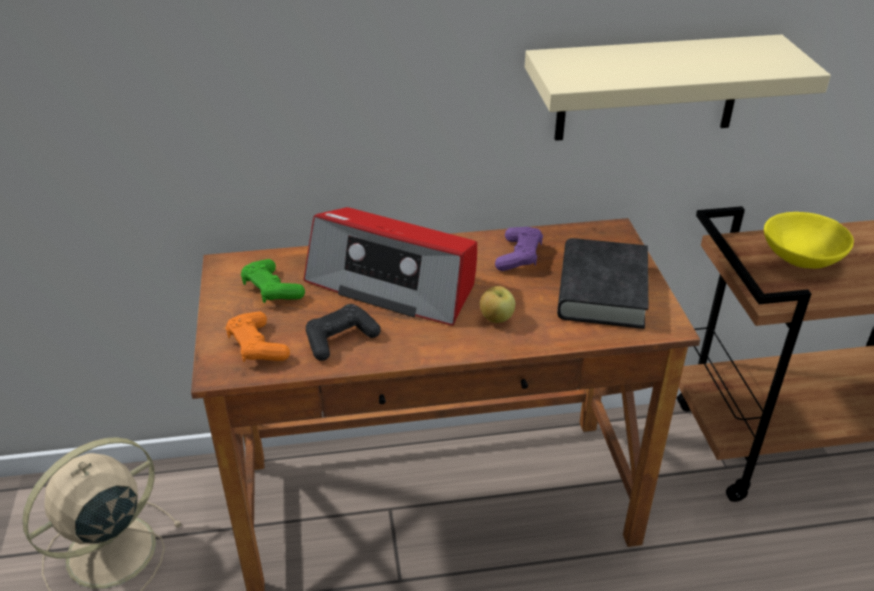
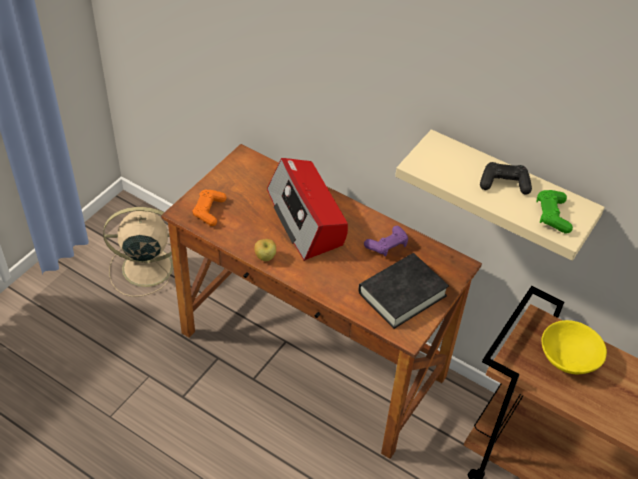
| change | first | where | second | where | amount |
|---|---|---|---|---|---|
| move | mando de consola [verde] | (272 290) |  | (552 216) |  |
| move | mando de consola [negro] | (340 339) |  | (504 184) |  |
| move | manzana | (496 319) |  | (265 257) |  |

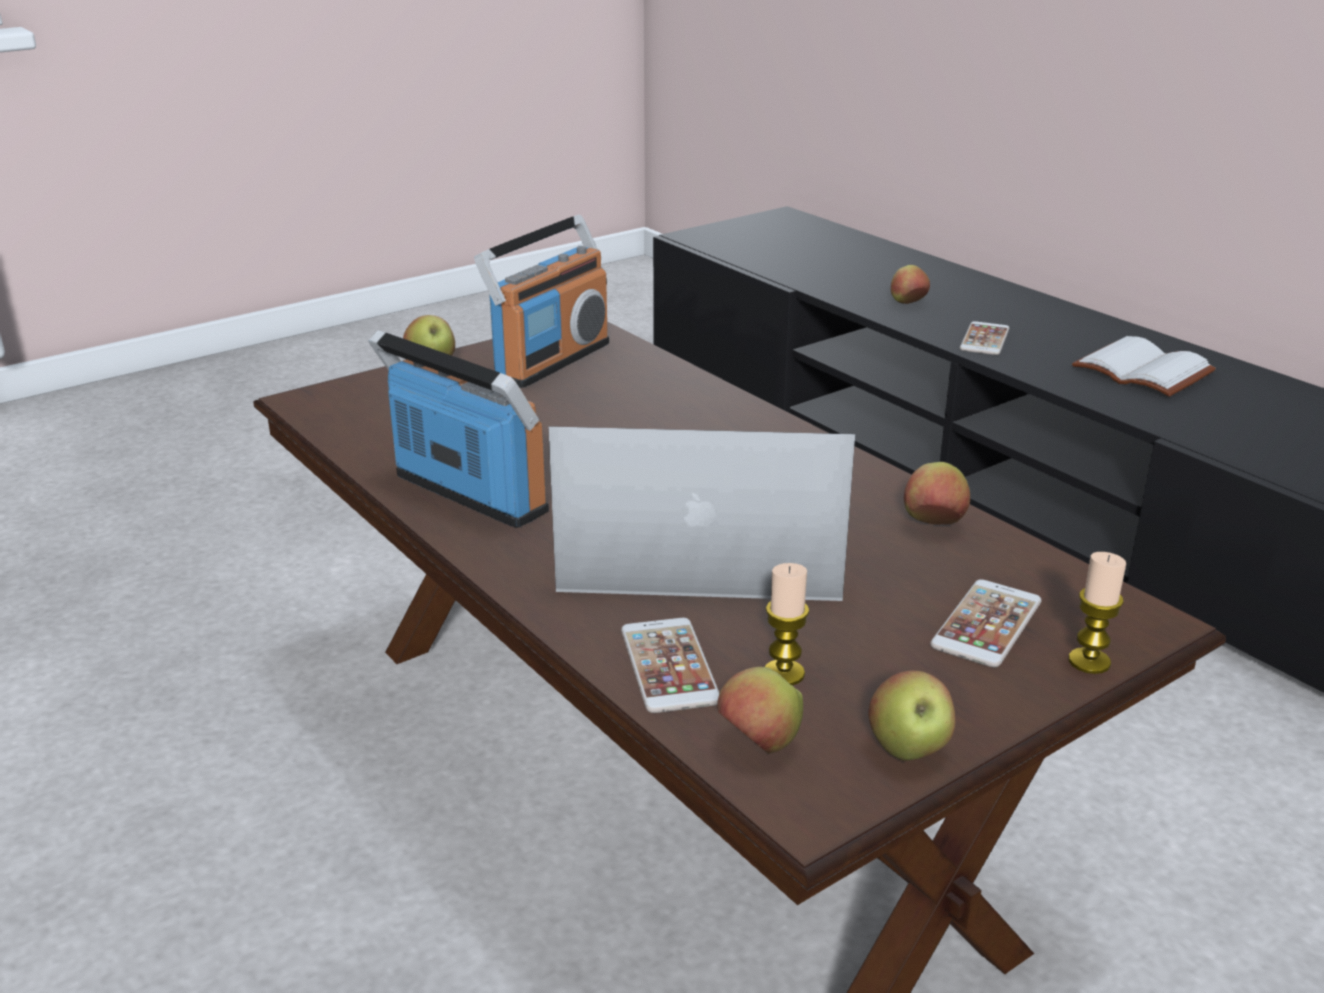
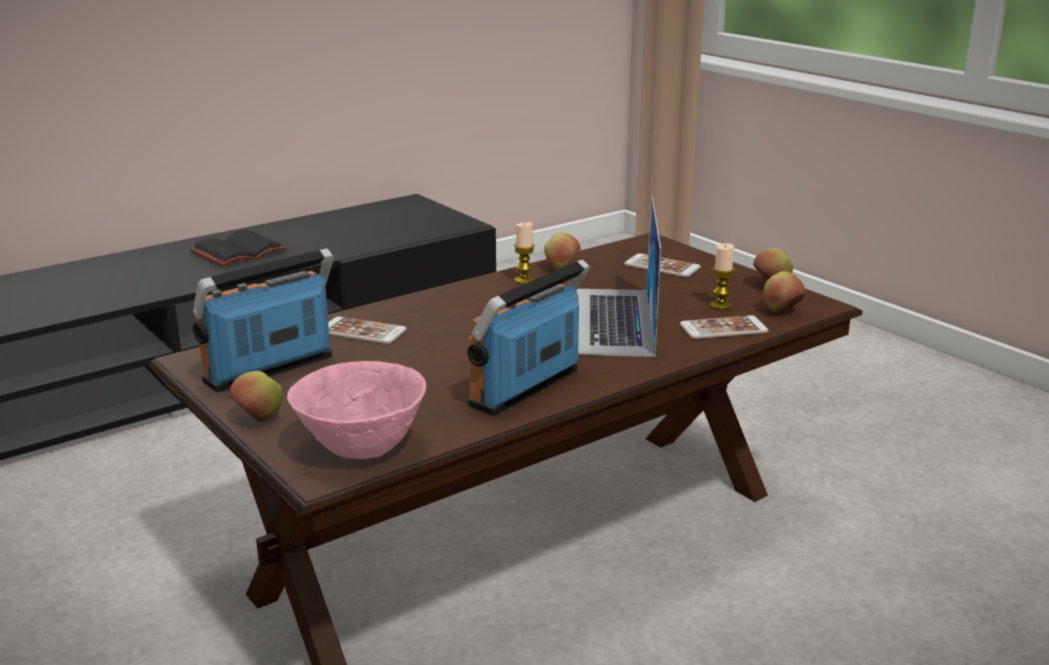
| change | first | where | second | where | amount |
|---|---|---|---|---|---|
| rotate | radio | (551 361) |  | (270 370) | 75 degrees counterclockwise |
| delete | manzana | (908 303) |  |  |  |
| move | móvil | (984 339) |  | (362 331) |  |
| move | vela | (1089 661) |  | (524 280) |  |
| recolor | libro [blanco] | (1139 371) | libro [negro] | (239 253) |  |
| insert |  |  | cuenco [rosa] | (360 449) |  |

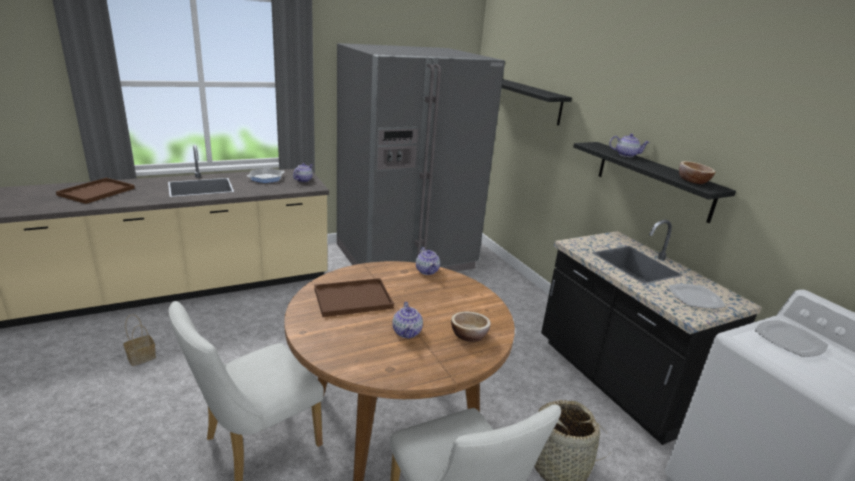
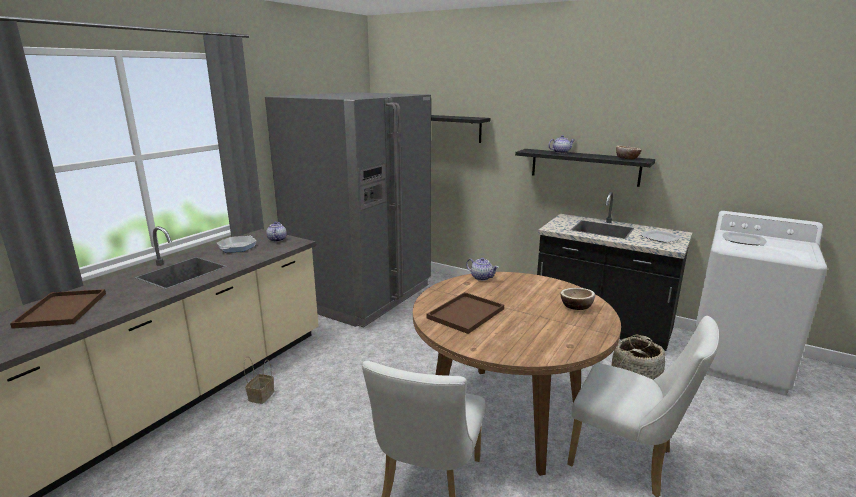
| change | first | where | second | where | amount |
|---|---|---|---|---|---|
| move | cesta | (142 357) |  | (261 395) |  |
| delete | tetera | (407 332) |  |  |  |

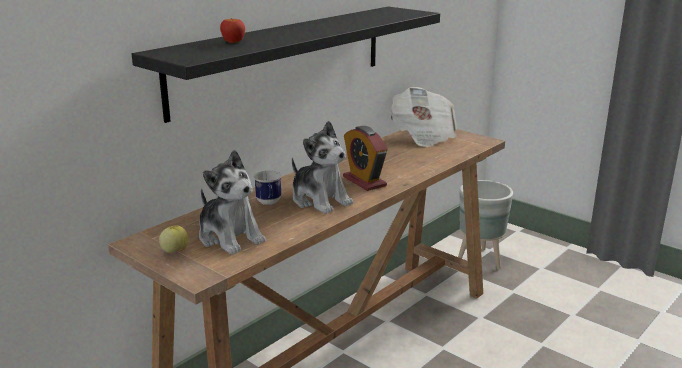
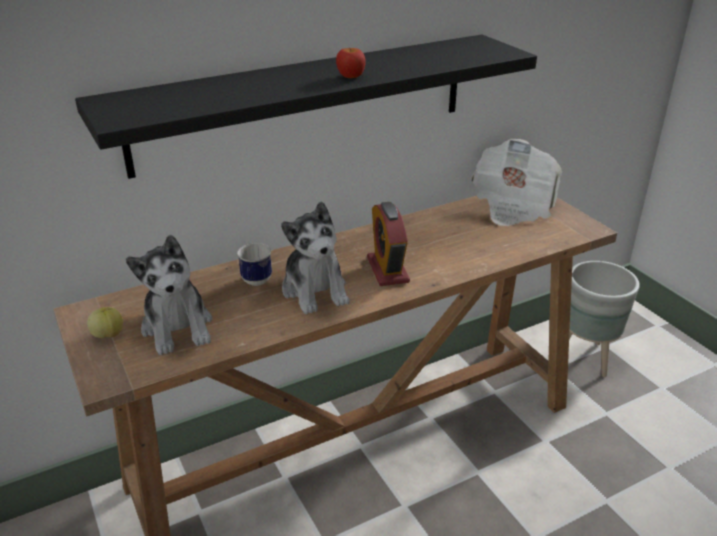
| change | first | where | second | where | amount |
|---|---|---|---|---|---|
| move | manzana | (233 42) |  | (350 76) |  |

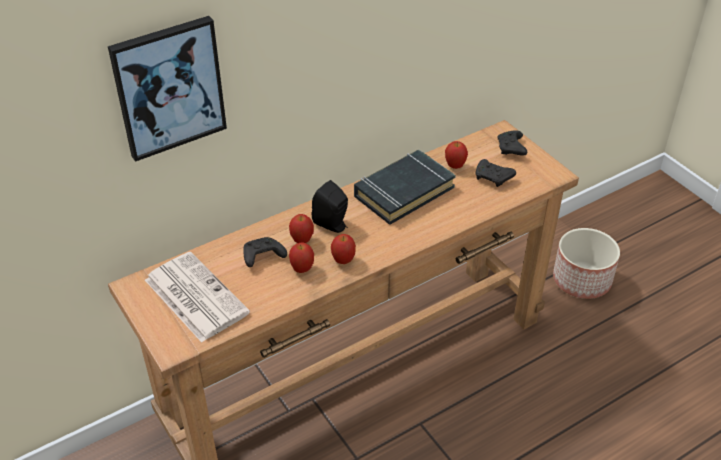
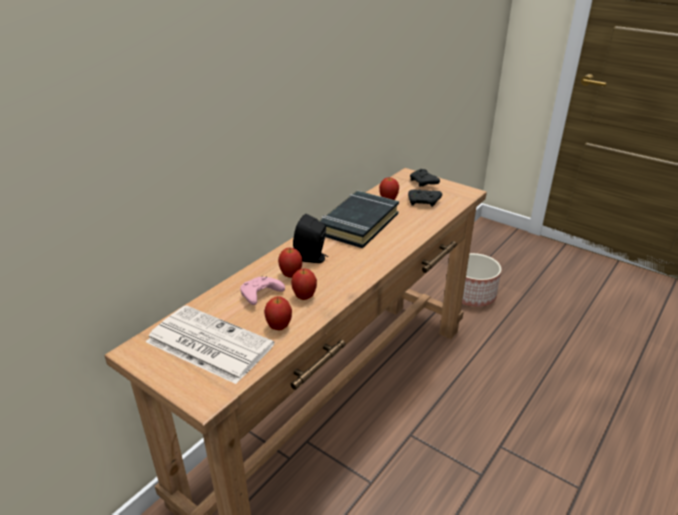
| change | first | where | second | where | amount |
|---|---|---|---|---|---|
| delete | cuadro | (169 87) |  |  |  |
| recolor | mando de consola [negro] | (262 257) | mando de consola [rosa] | (260 296) |  |
| move | manzana | (343 260) |  | (279 327) |  |

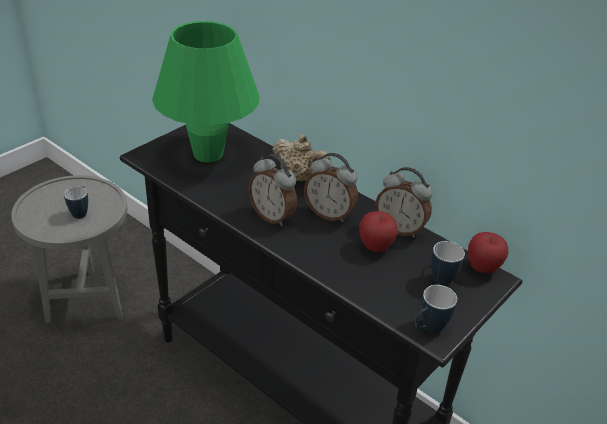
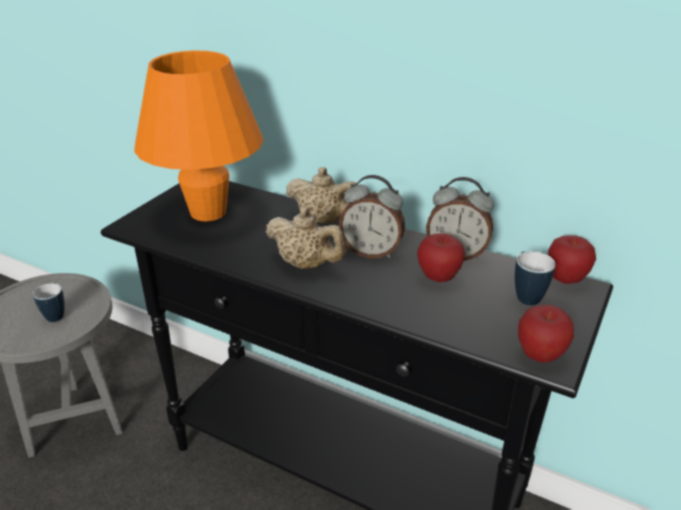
| change | first | where | second | where | amount |
|---|---|---|---|---|---|
| recolor | lámpara de mesa [verde] | (208 154) | lámpara de mesa [naranja] | (208 212) |  |
| replace | despertador | (272 216) | tetera [beis] | (307 265) |  |
| replace | taza grande | (428 329) | manzana | (540 355) |  |

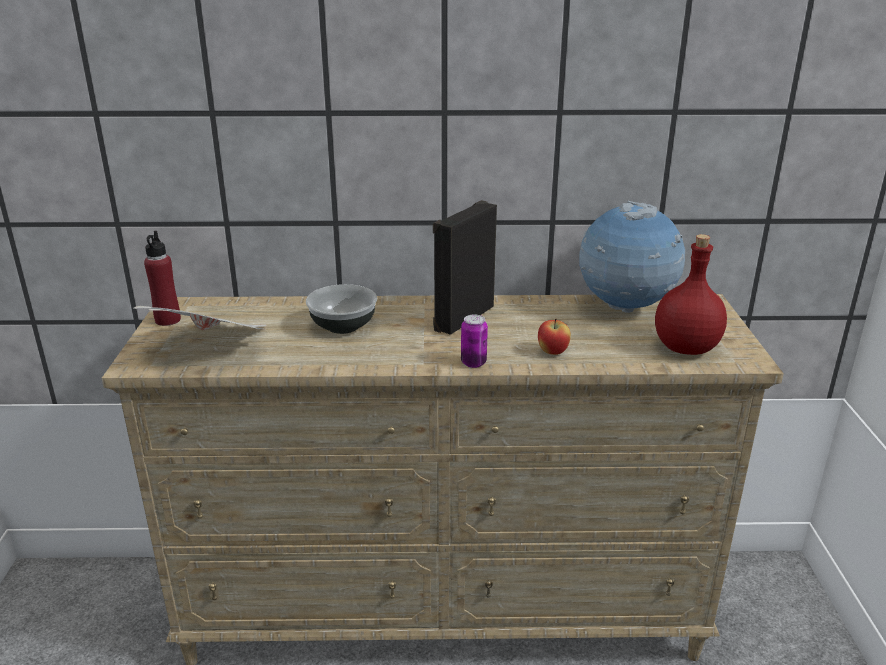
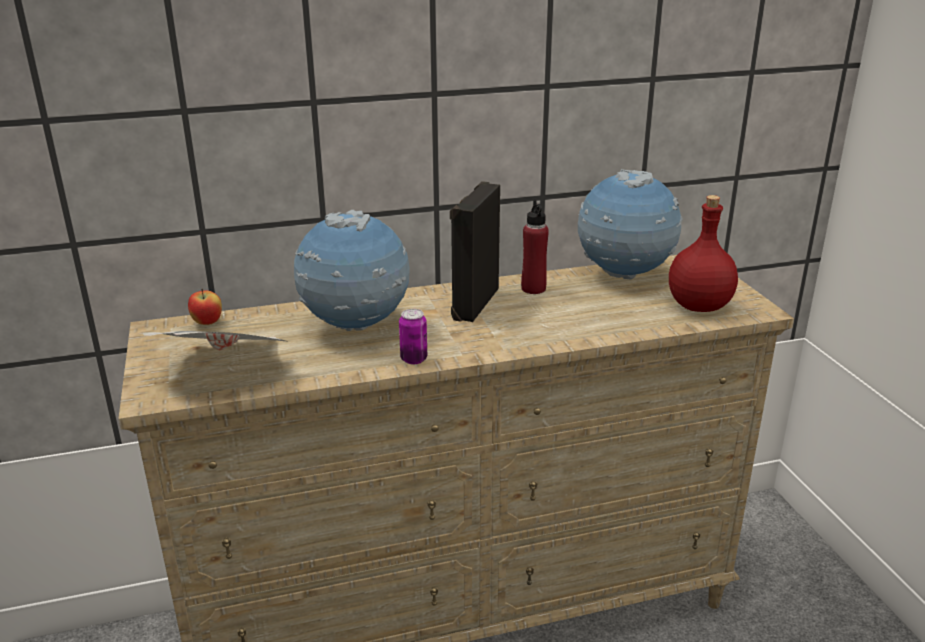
| change | first | where | second | where | amount |
|---|---|---|---|---|---|
| move | botella [rojo] | (168 320) |  | (533 289) |  |
| replace | cuenco | (342 326) | globo terráqueo | (356 328) |  |
| move | lata | (473 363) |  | (414 359) |  |
| move | manzana | (552 352) |  | (207 323) |  |

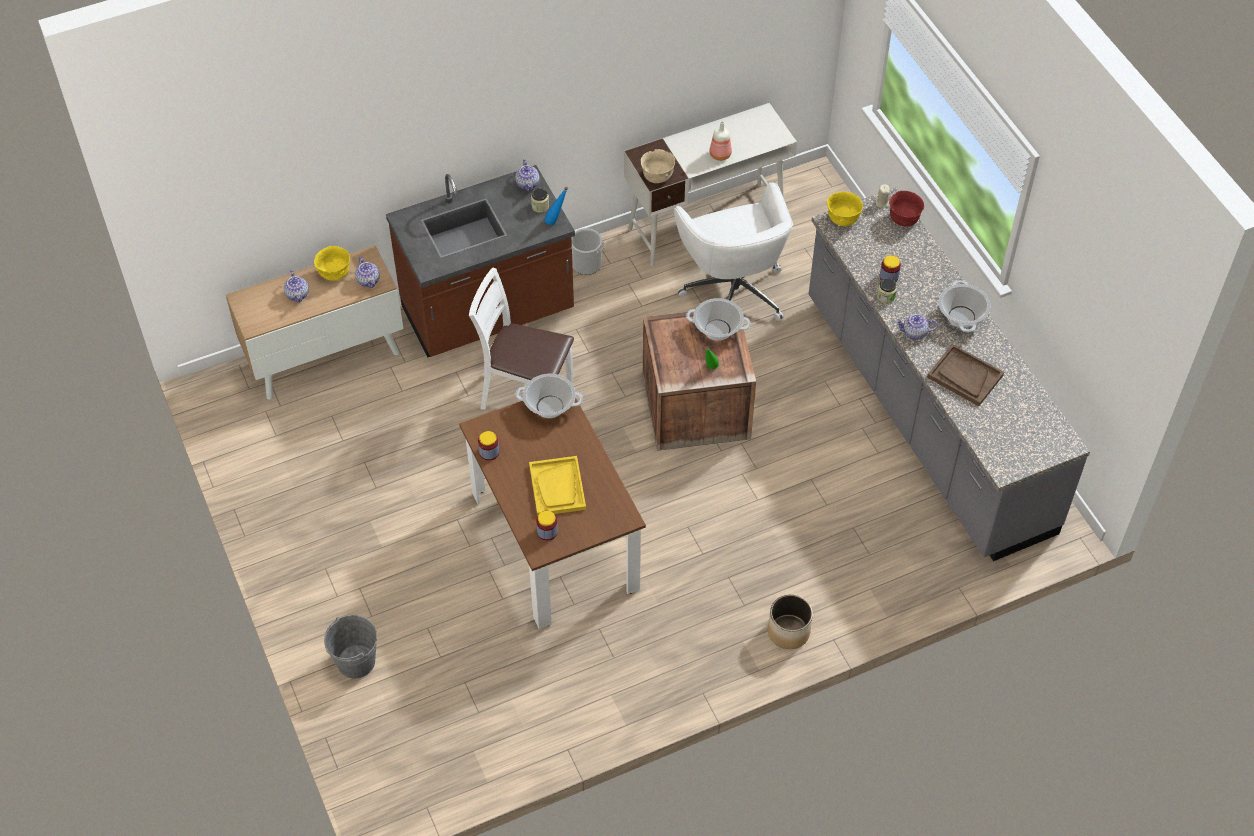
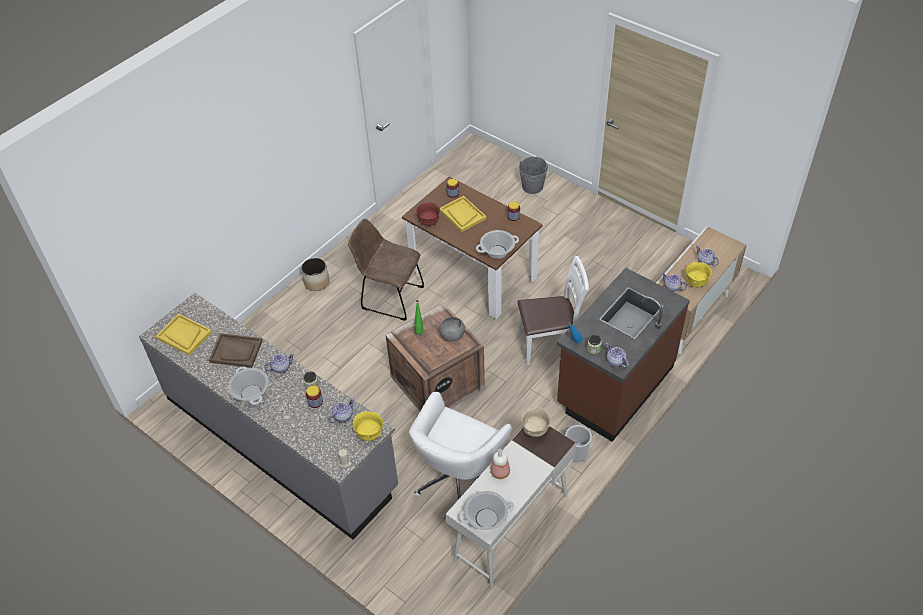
| change | first | where | second | where | amount |
|---|---|---|---|---|---|
| rotate | silla de oficina [blanco] | (733 290) |  | (459 478) | 105 degrees counterclockwise |
| move | olla | (717 329) |  | (486 518) |  |
| move | cuenco [rojo] | (903 219) |  | (428 222) |  |
| insert |  |  | bandeja [amarillo] | (184 335) |  |
| insert |  |  | tetera | (343 416) |  |
| insert |  |  | silla [marrón] | (389 297) |  |
| insert |  |  | cuenco [gris] | (452 335) |  |

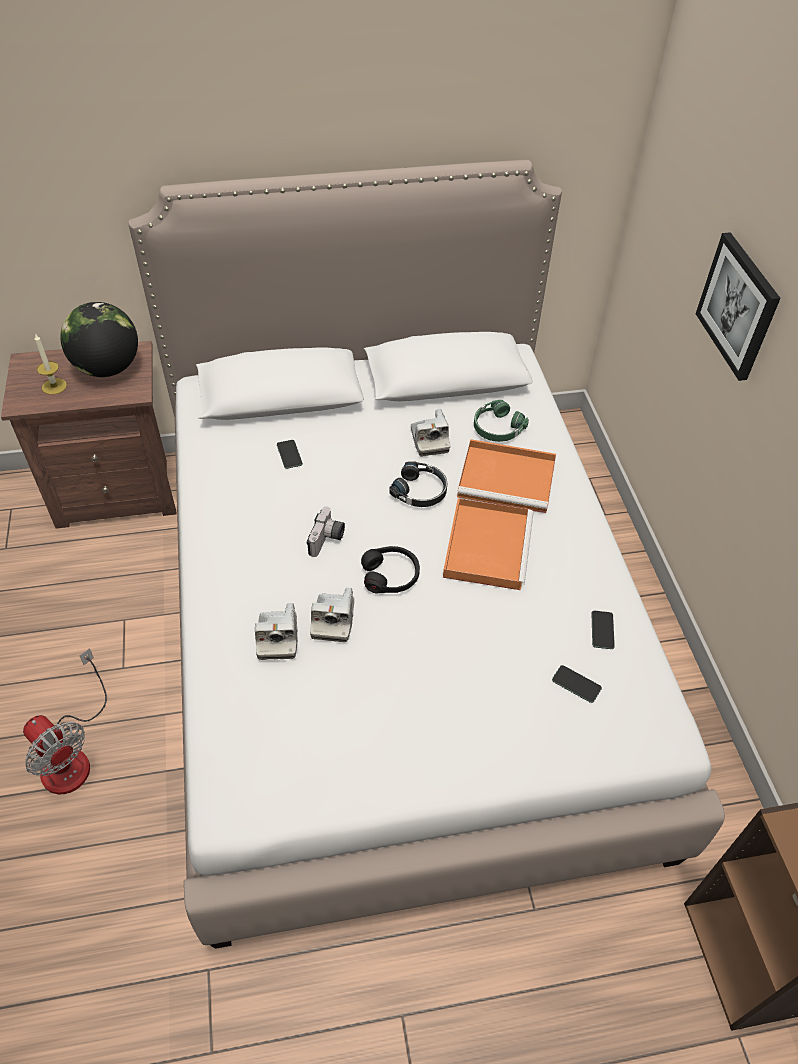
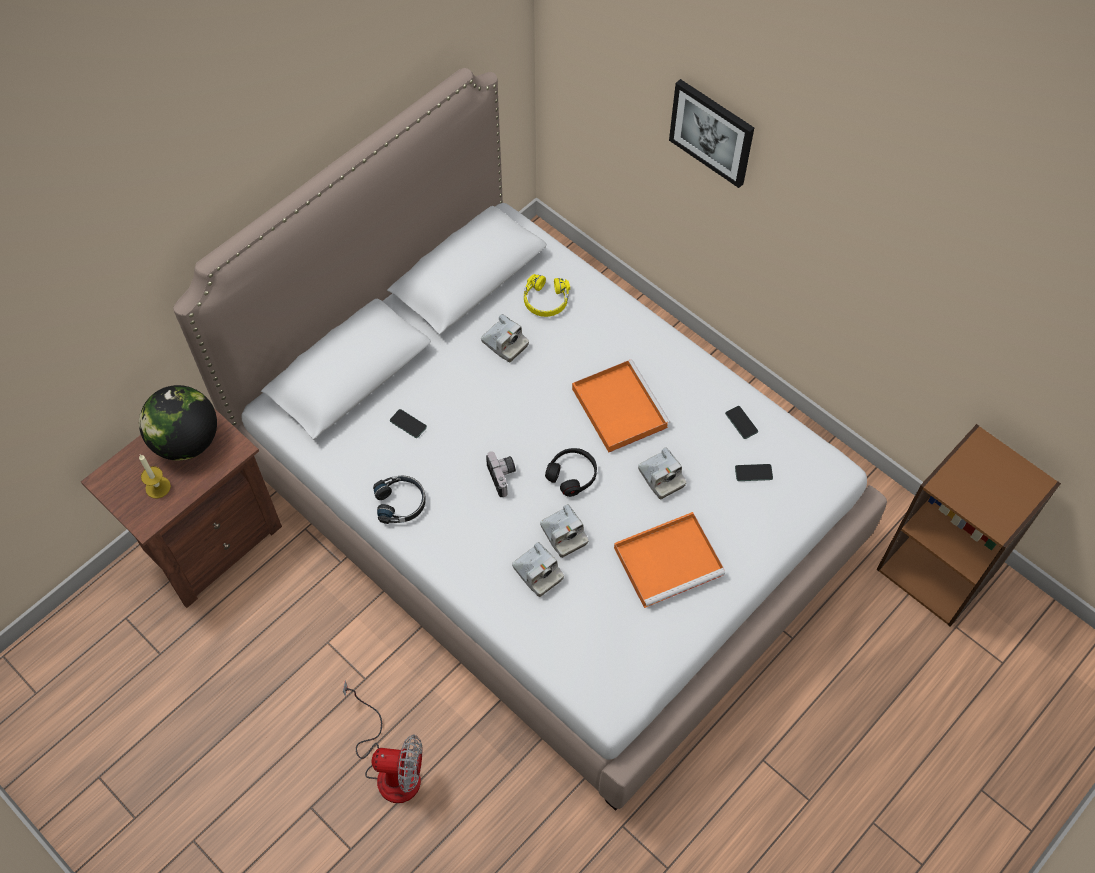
| change | first | where | second | where | amount |
|---|---|---|---|---|---|
| move | auriculares [negro] | (420 491) |  | (401 502) |  |
| move | bandeja [naranja] | (508 479) |  | (670 560) |  |
| recolor | auriculares [verde] | (497 428) | auriculares [amarillo] | (545 300) |  |
| insert |  |  | cámara | (661 478) |  |

